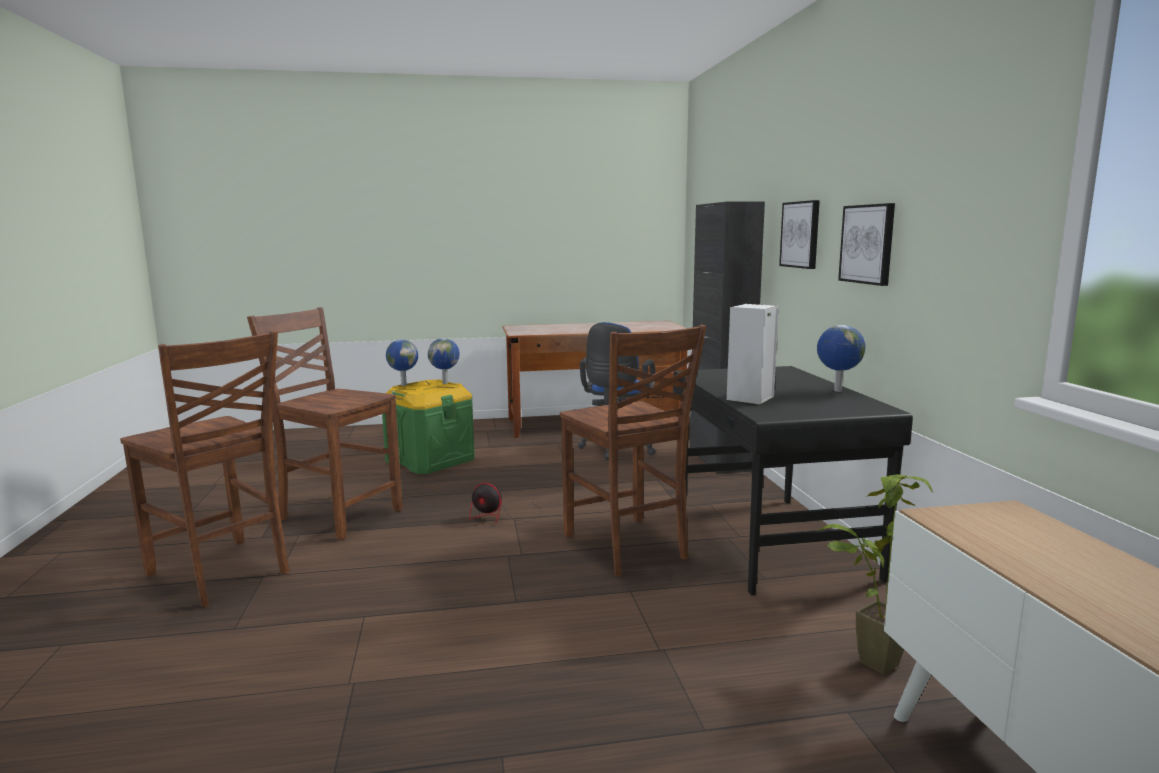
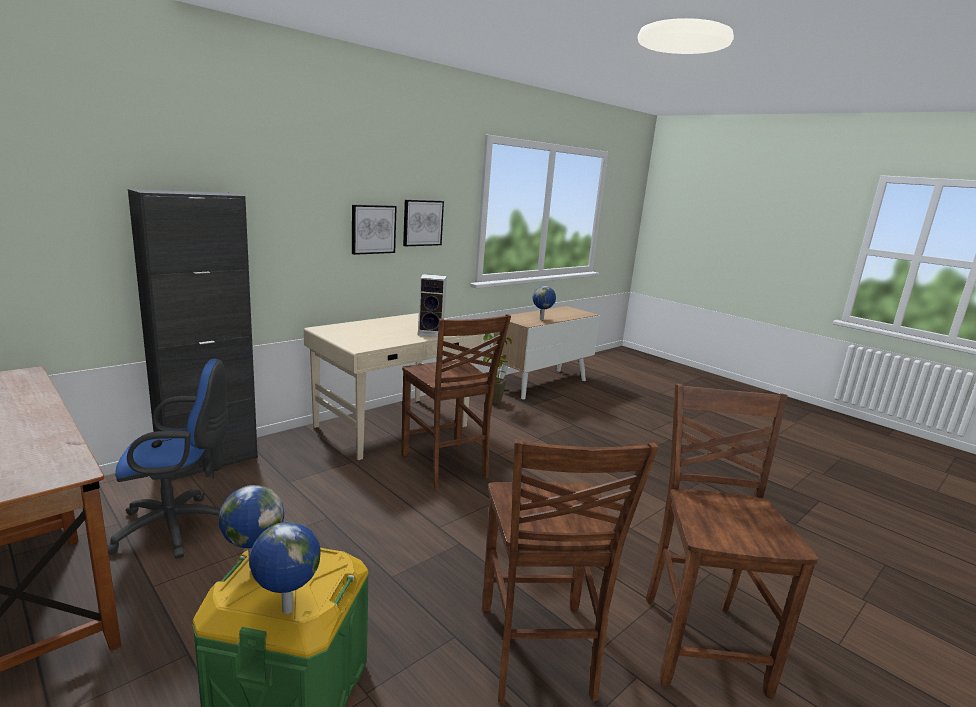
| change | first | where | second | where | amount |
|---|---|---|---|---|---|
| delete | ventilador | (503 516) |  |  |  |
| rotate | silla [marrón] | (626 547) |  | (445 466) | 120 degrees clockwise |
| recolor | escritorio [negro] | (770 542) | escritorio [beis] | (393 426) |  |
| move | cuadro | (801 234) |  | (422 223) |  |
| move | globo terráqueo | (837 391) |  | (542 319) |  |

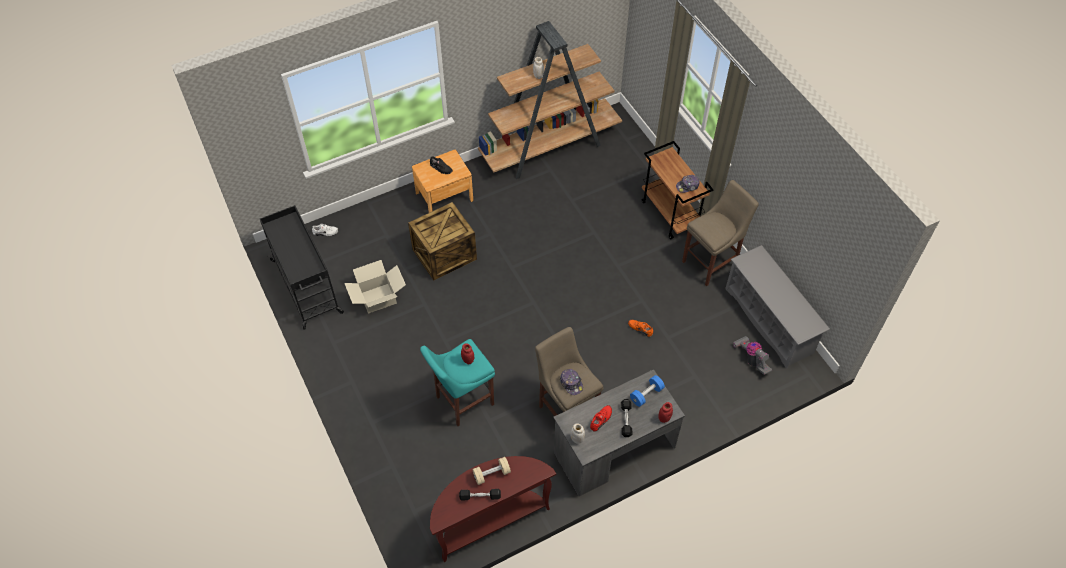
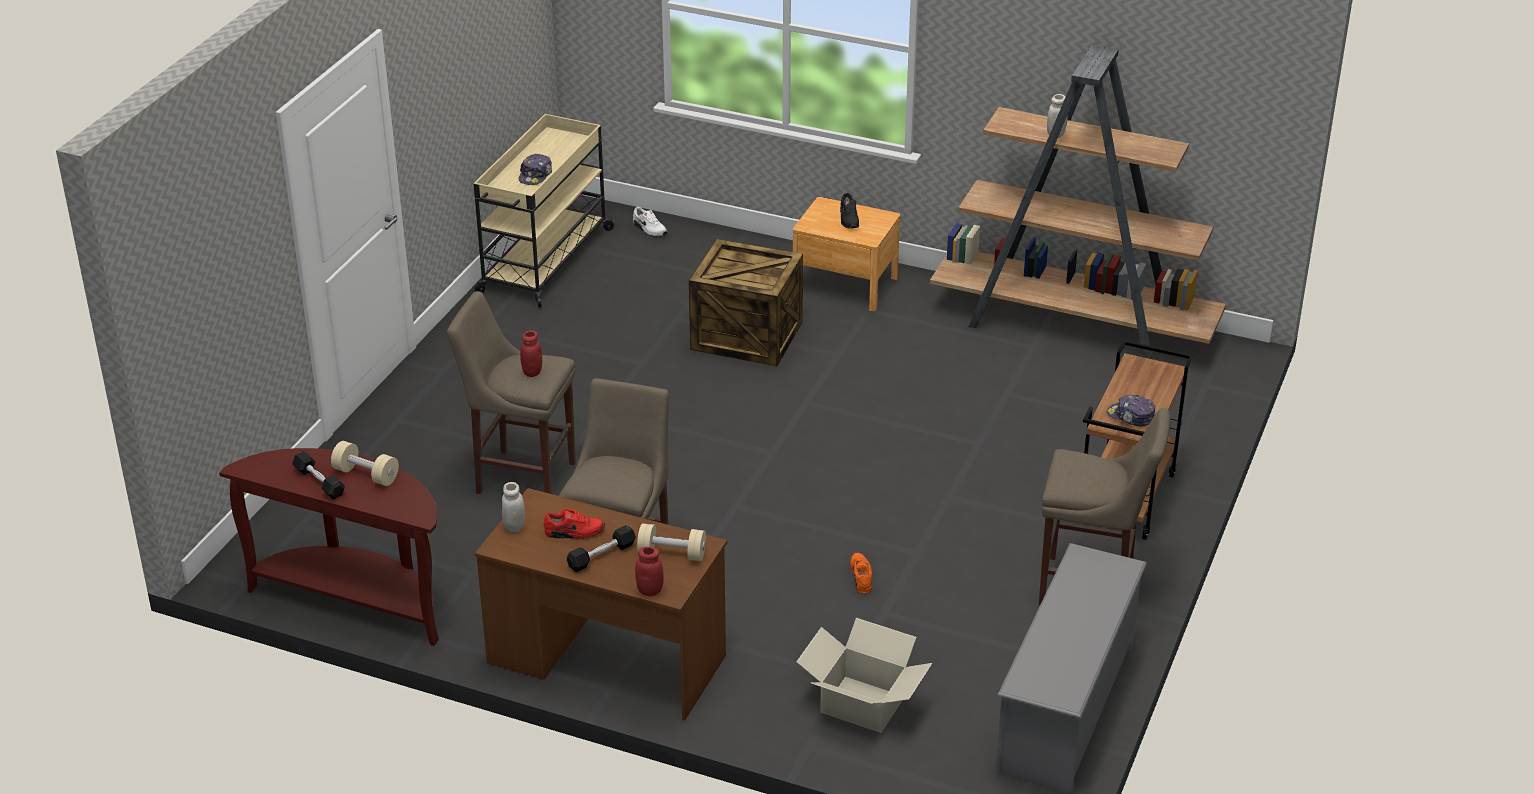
| change | first | where | second | where | amount |
|---|---|---|---|---|---|
| recolor | carrito [negro] | (307 287) | carrito [beis] | (544 262) |  |
| move | caja de cartón | (378 298) |  | (862 705) |  |
| recolor | taburete [turquesa] | (462 401) | taburete [beis] | (521 476) |  |
| recolor | escritorio [gris] | (614 450) | escritorio [marrón] | (606 660) |  |
| move | gorra | (571 383) |  | (536 175) |  |
| recolor | mancuerna [azul] | (646 394) | mancuerna [beis] | (672 554) |  |
| delete | aspiradora | (751 359) |  |  |  |

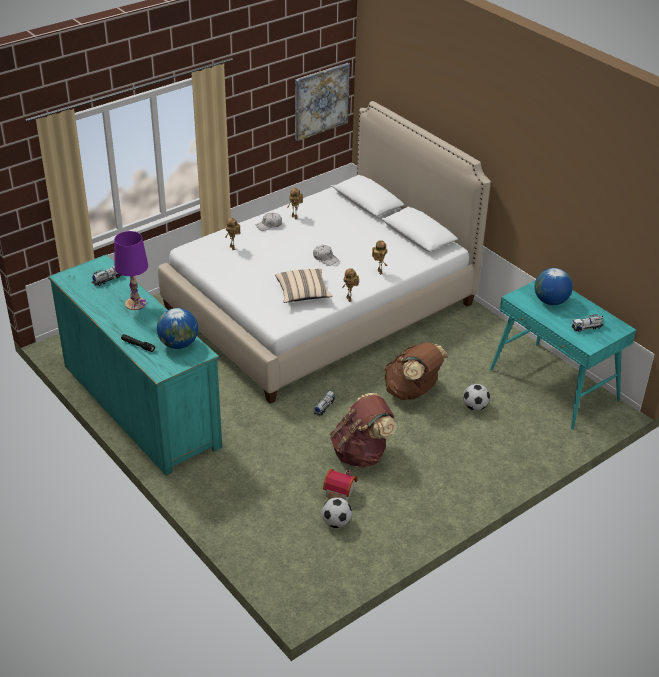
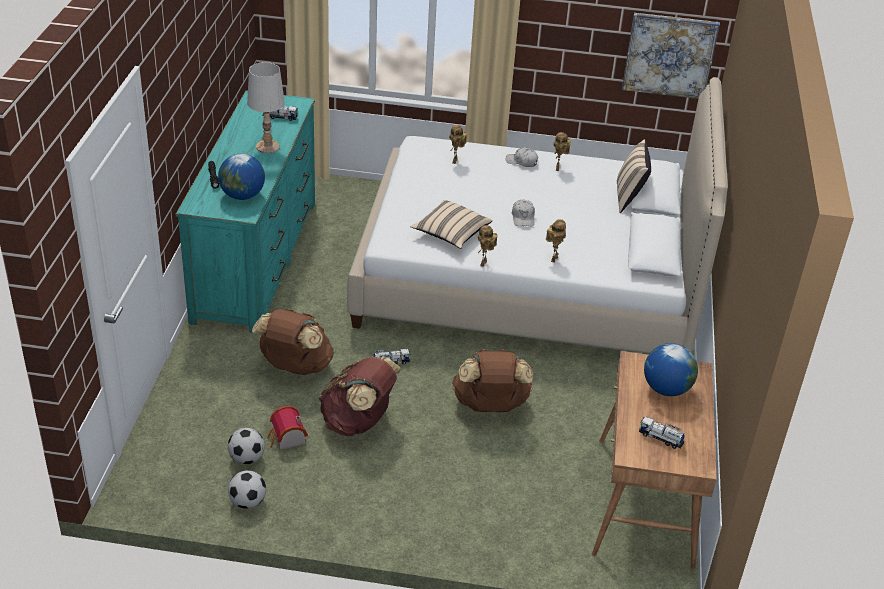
| change | first | where | second | where | amount |
|---|---|---|---|---|---|
| recolor | lámpara de mesa [morado] | (135 304) | lámpara de mesa [blanco] | (267 147) |  |
| move | balón de fútbol | (475 407) |  | (248 502) |  |
| recolor | escritorio [turquesa] | (554 385) | escritorio [marrón] | (645 503) |  |
| insert |  |  | mochila [marrón] | (295 367) |  |
| insert |  |  | cojín [beis] | (629 198) |  |

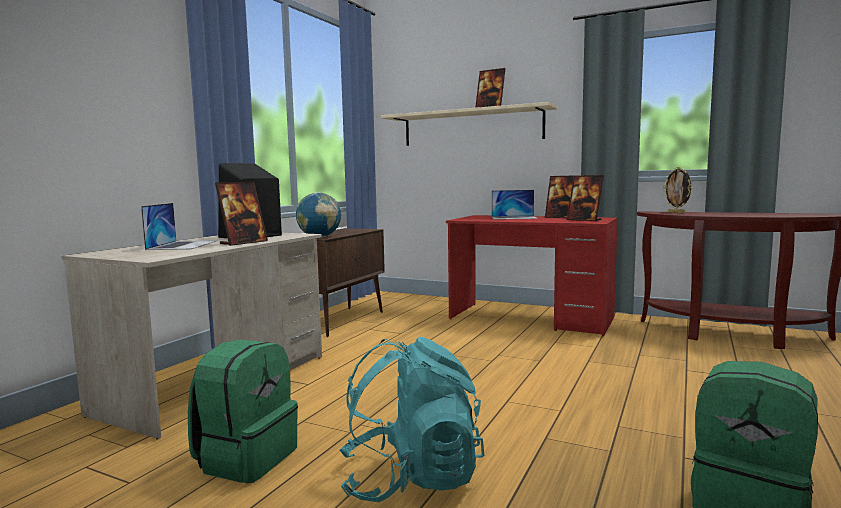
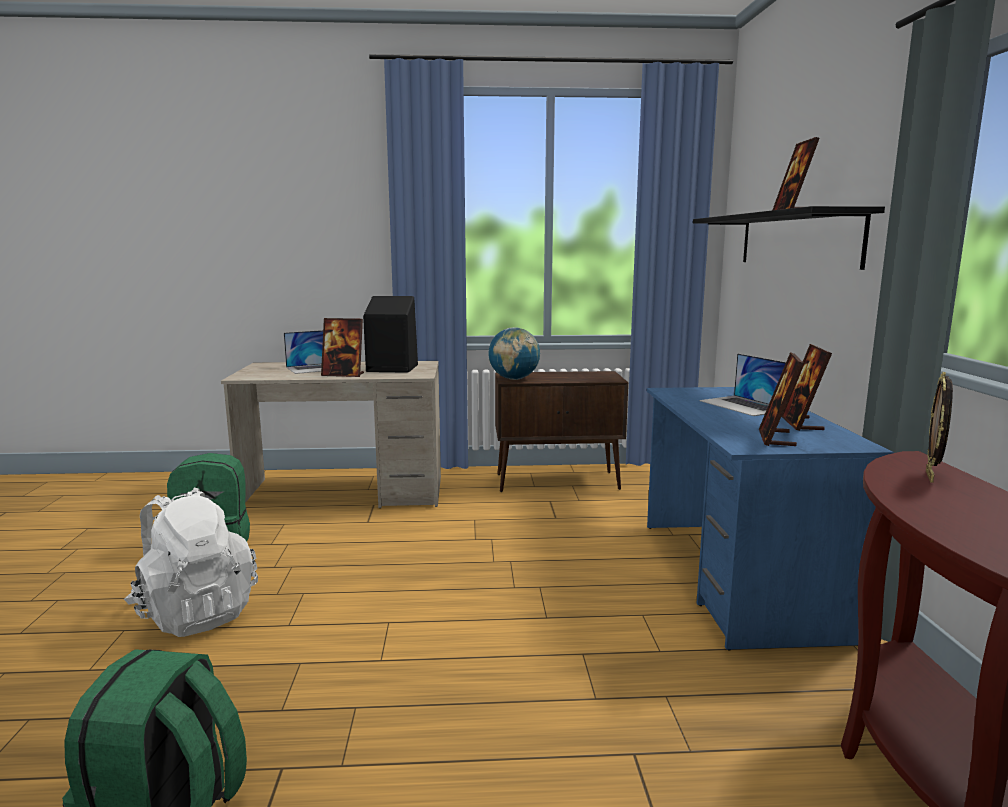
| change | first | where | second | where | amount |
|---|---|---|---|---|---|
| recolor | mochila [turquesa] | (411 478) | mochila [blanco] | (195 613) |  |
| recolor | estante [beis] | (471 127) | estante [negro] | (796 239) |  |
| recolor | escritorio [rojo] | (531 318) | escritorio [azul] | (736 577) |  |

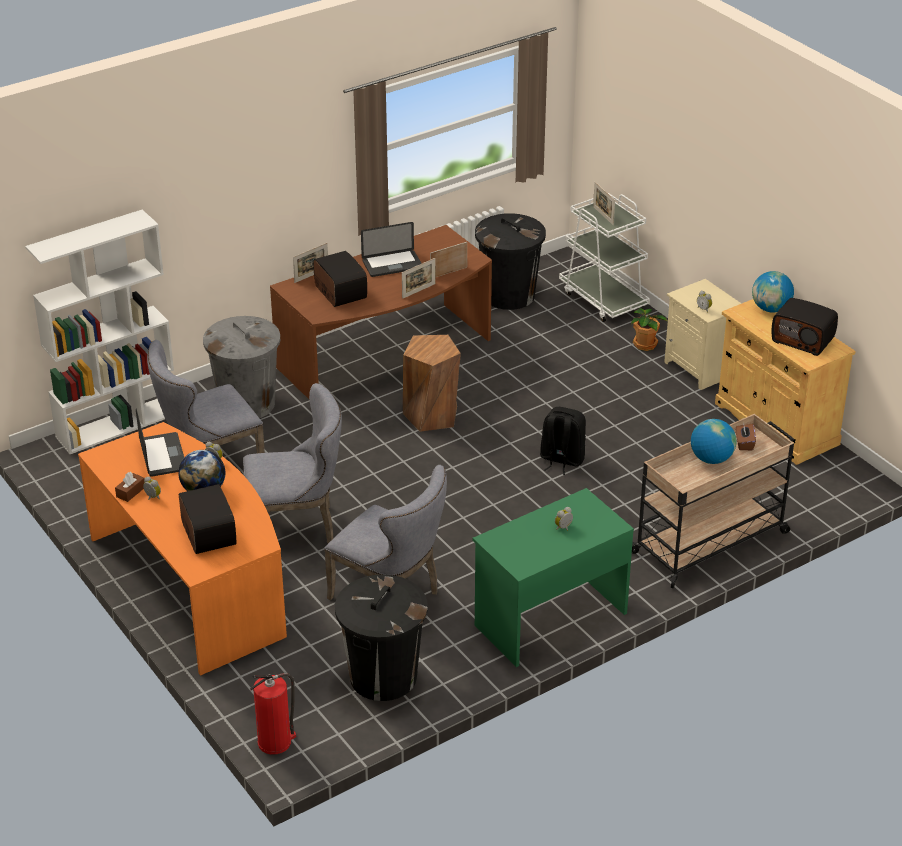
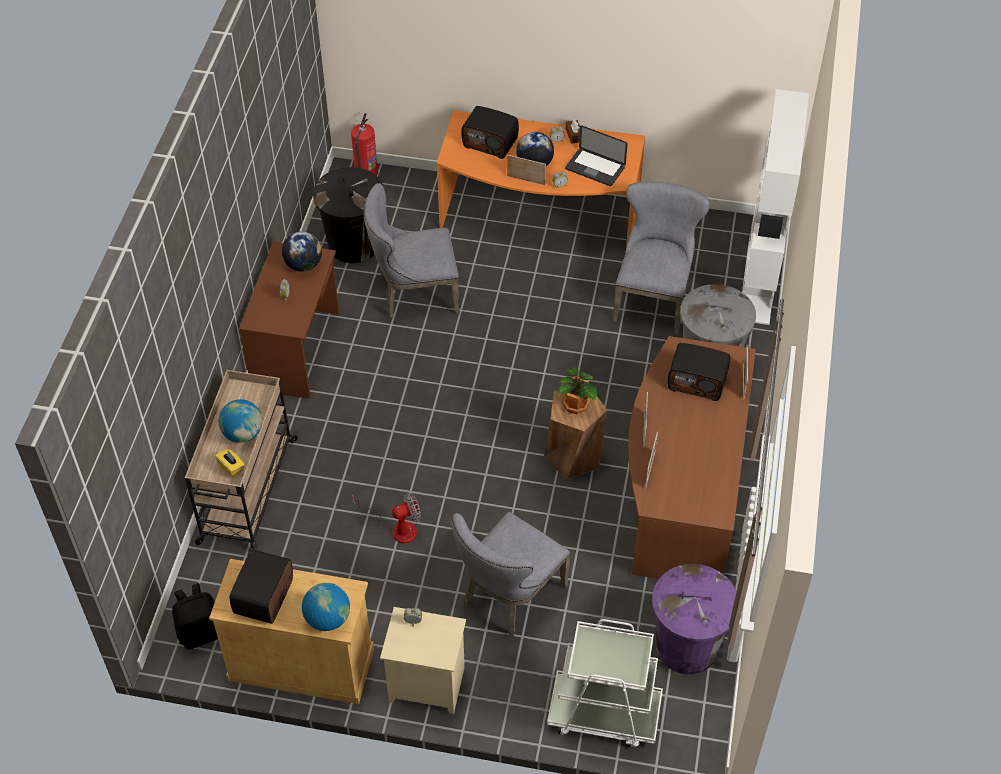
| change | first | where | second | where | amount |
|---|---|---|---|---|---|
| move | silla [gris] | (297 526) |  | (509 598) |  |
| delete | portátil | (392 264) |  |  |  |
| recolor | escritorio [verde] | (549 618) | escritorio [marrón] | (297 350) |  |
| recolor | papelera [negro] | (508 295) | papelera [morado] | (687 647) |  |
| move | mochila [negro] | (561 460) |  | (201 632) |  |
| move | portarretratos | (603 216) |  | (526 180) |  |
| move | planta en maceta | (645 344) |  | (576 405) |  |
| recolor | caja de pañuelos [marrón] | (744 443) | caja de pañuelos [amarillo] | (231 467) |  |
| rotate | radio | (803 340) |  | (265 597) | 60 degrees counterclockwise |
| insert |  |  | globo terráqueo | (303 265) |  |
| insert |  |  | ventilador | (396 529) |  |

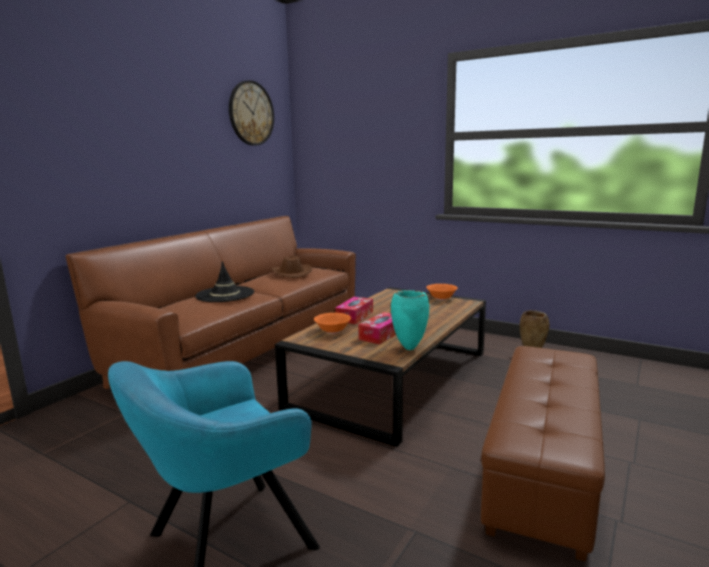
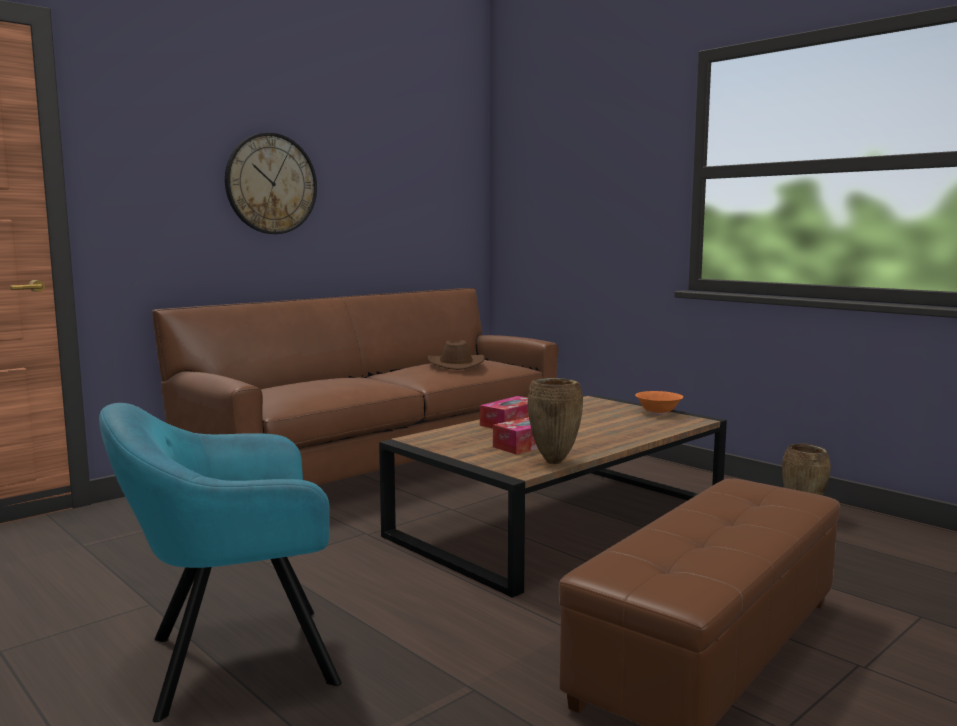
| change | first | where | second | where | amount |
|---|---|---|---|---|---|
| delete | sombrero [negro] | (225 294) |  |  |  |
| move | reloj de pared | (251 113) |  | (271 184) |  |
| delete | cuenco [naranja] | (332 331) |  |  |  |
| recolor | florero [turquesa] | (409 348) | florero [marrón] | (554 462) |  |

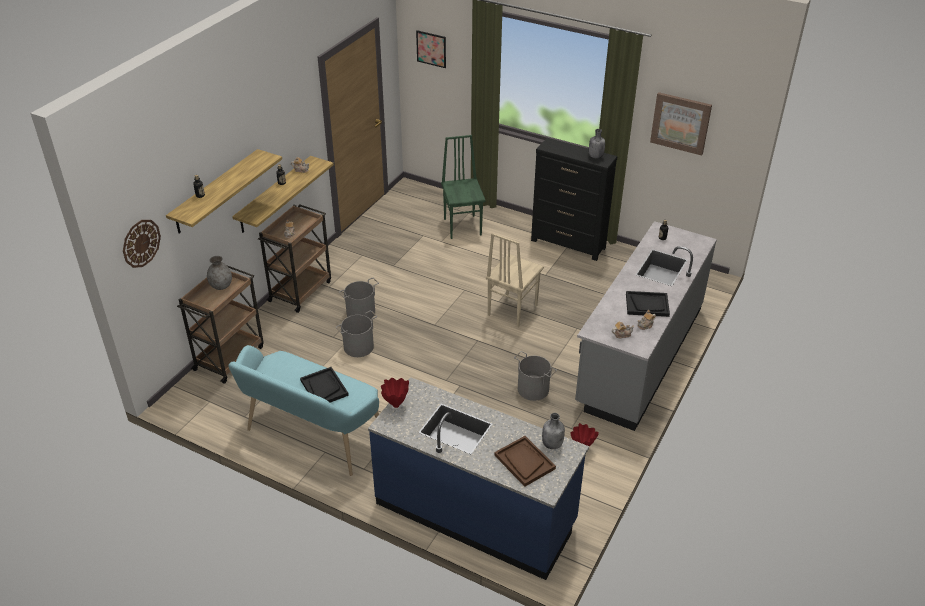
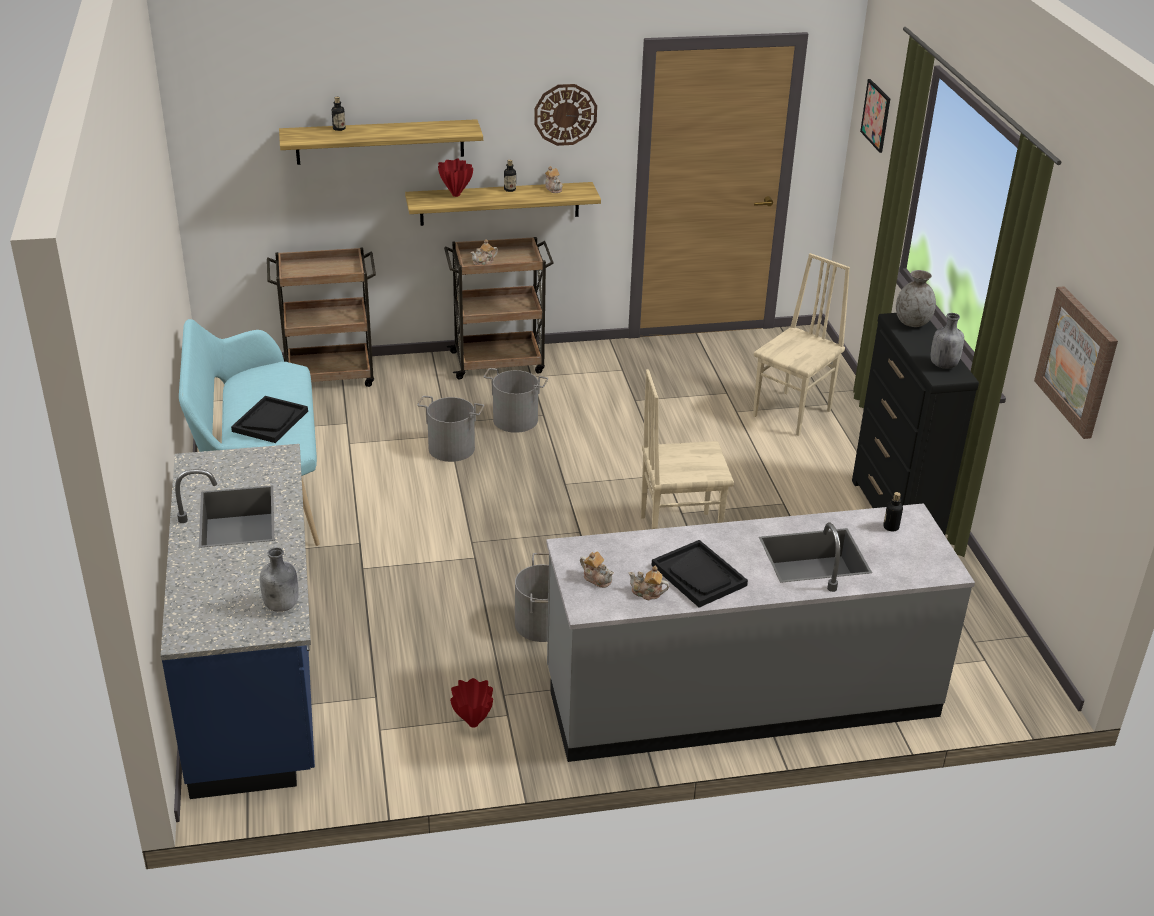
| change | first | where | second | where | amount |
|---|---|---|---|---|---|
| move | reloj de pared | (141 243) |  | (565 114) |  |
| move | florero [gris] | (221 286) |  | (912 322) |  |
| move | florero [rojo] | (395 405) |  | (455 194) |  |
| recolor | silla [verde] | (463 226) | silla [beis] | (793 413) |  |
| delete | bandeja [marrón] | (524 462) |  |  |  |

